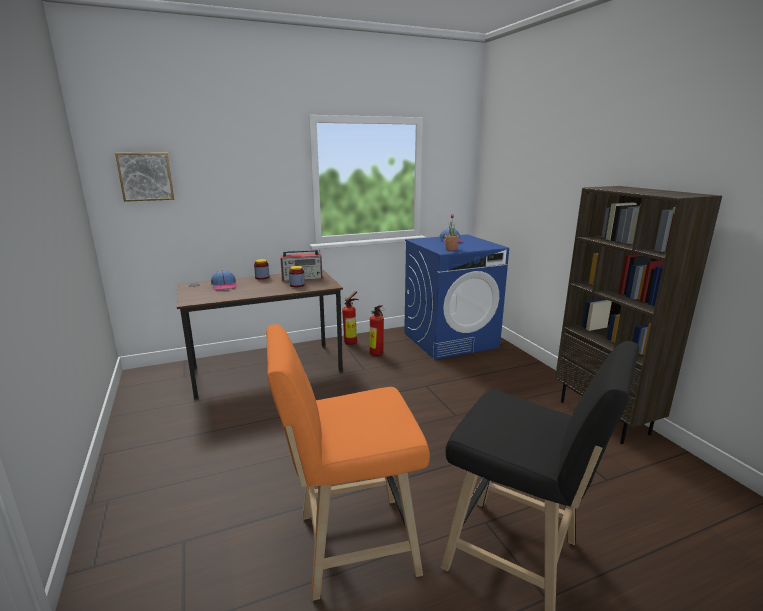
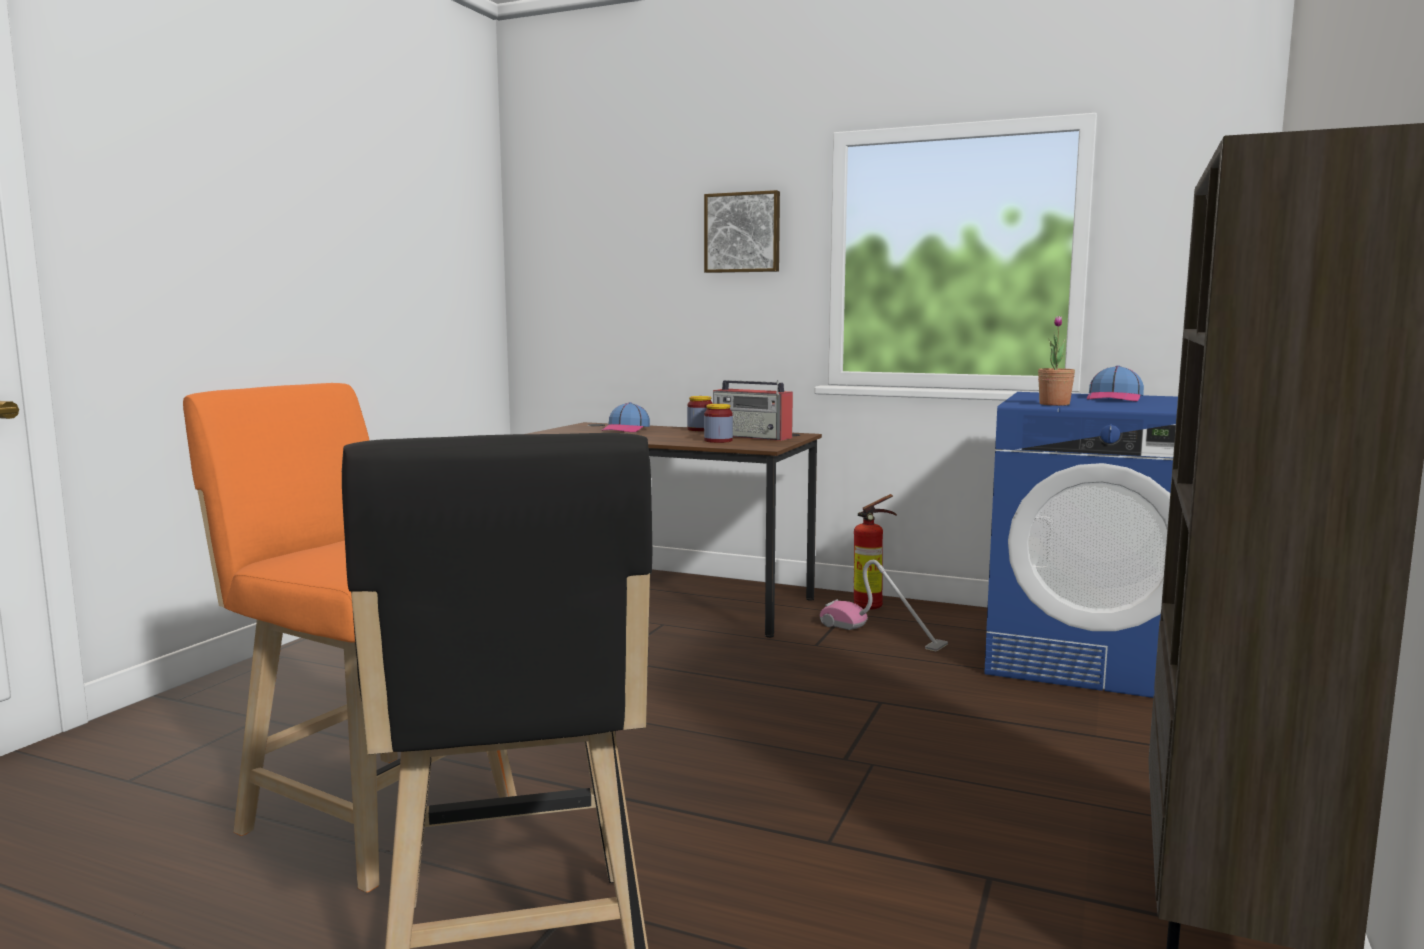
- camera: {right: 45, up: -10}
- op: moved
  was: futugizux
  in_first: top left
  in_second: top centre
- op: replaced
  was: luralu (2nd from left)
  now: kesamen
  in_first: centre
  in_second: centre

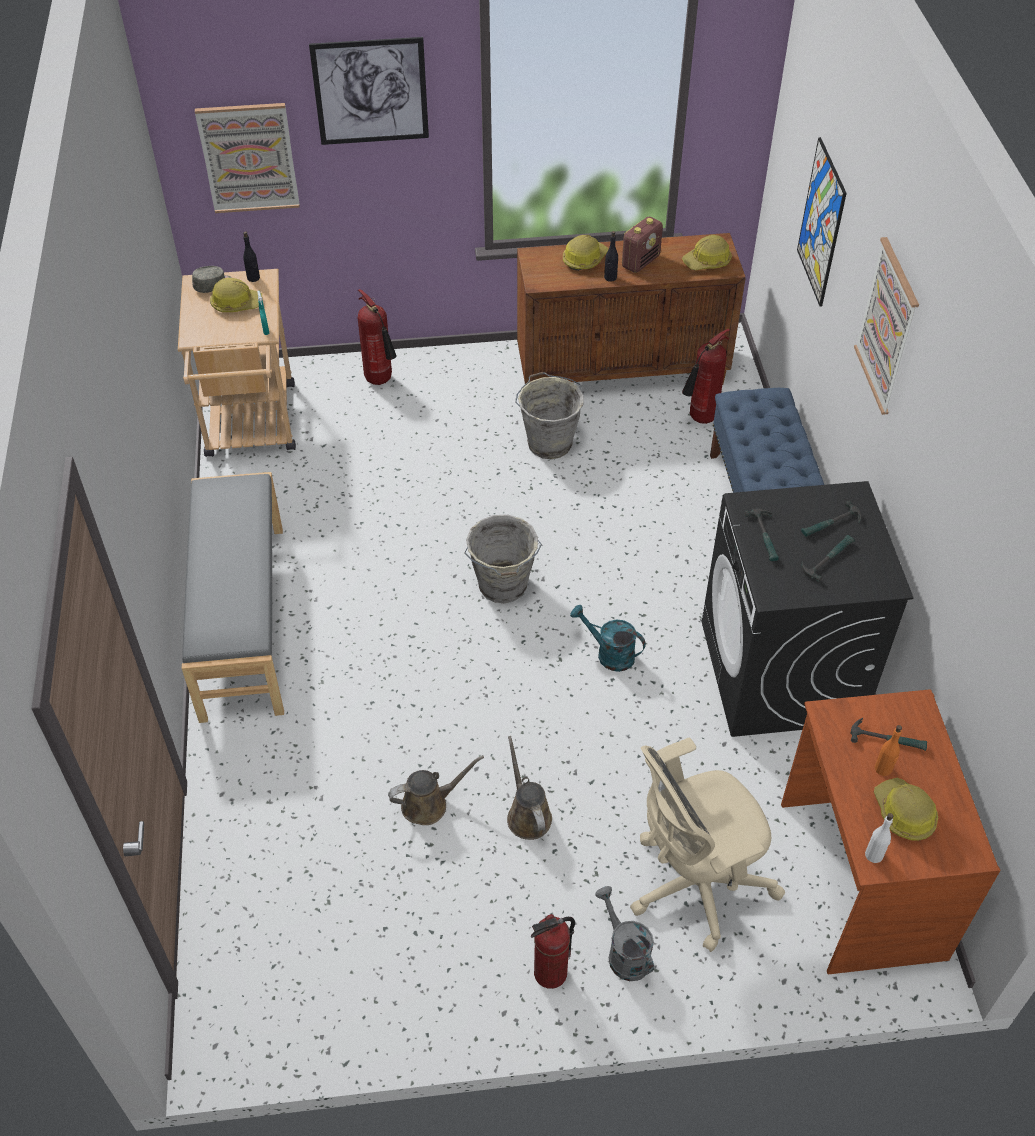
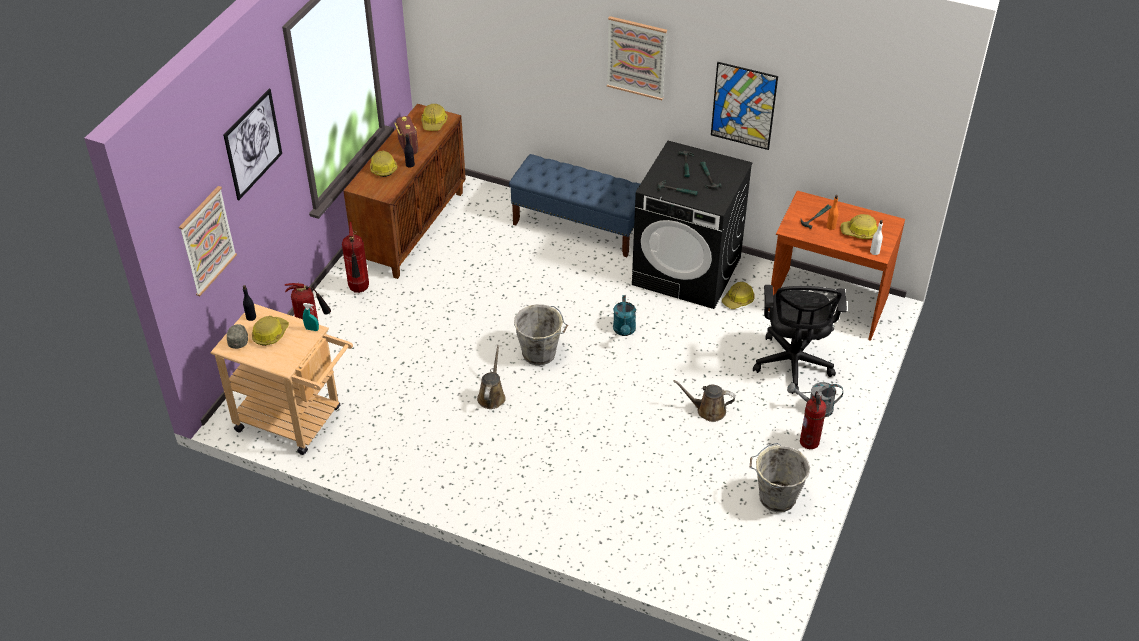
- camera: {right: -60, up: -5}
- op: removed
  was: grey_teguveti
  in_first: middle left
- op: added
  now: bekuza (4th from left)
  in_second: centre
- op: moved
  was: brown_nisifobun (1st from left)
  in_first: bottom centre
  in_second: centre
- op: moved
  was: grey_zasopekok (2nd from left)
  in_first: centre
  in_second: bottom right
- op: moved
  was: luralu (3rd from left in the first image)
  now: luralu (2nd from left)
  in_first: top right
  in_second: middle left
- op: moved
  was: futugizux (3rd from left in the first image)
  now: futugizux (4th from left)
  in_first: top right
  in_second: top centre
- op: recoloured
  was: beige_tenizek
  now: black_tenizek
  in_first: bottom right
  in_second: middle right
- op: turned
  was: turquoise_nisifobun
  in_first: centre
  in_second: centre
  clockwise: -60

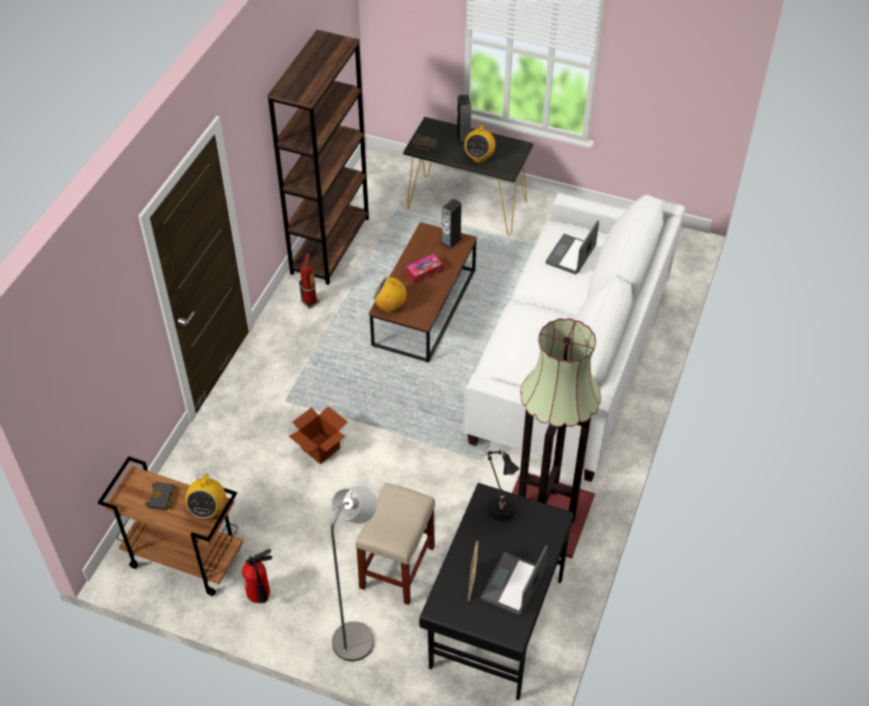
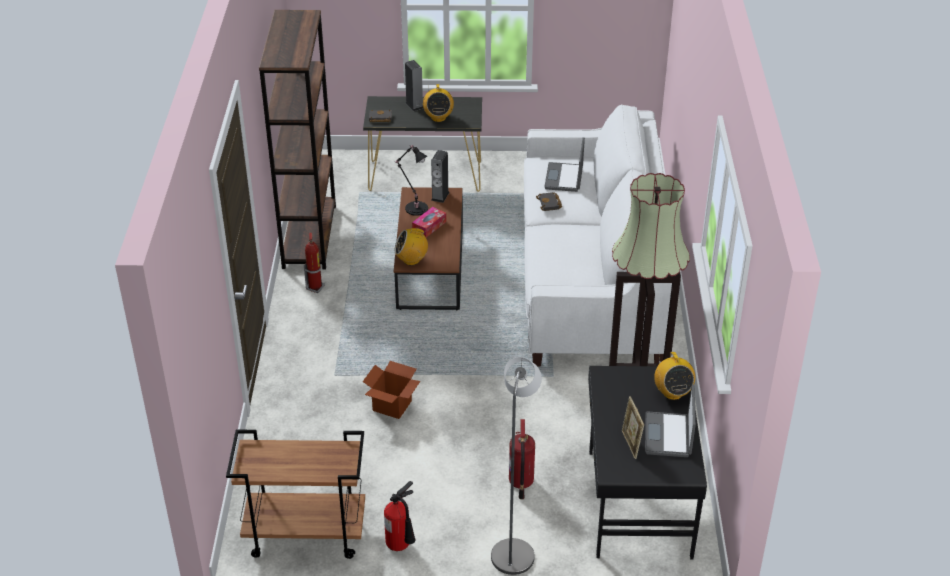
- camera: {right: -20, up: -10}
- op: moved
  was: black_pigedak (1st from left in the first image)
  now: black_pigedak (2nd from left)
  in_first: bottom left
  in_second: centre
- op: moved
  was: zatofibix (1st from left in the first image)
  now: zatofibix (3rd from left)
  in_first: bottom left
  in_second: middle right
- op: moved
  was: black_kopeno
  in_first: bottom centre
  in_second: top centre
- op: replaced
  was: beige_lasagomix
  now: luralu (3rd from left)
  in_first: bottom centre
  in_second: bottom centre

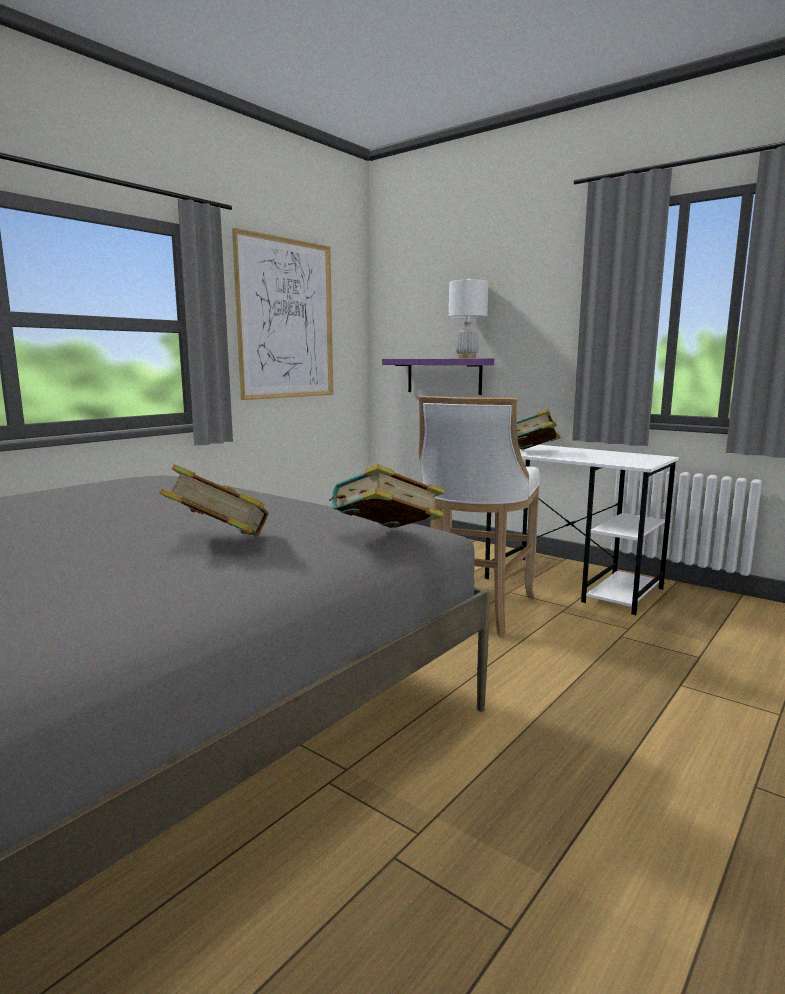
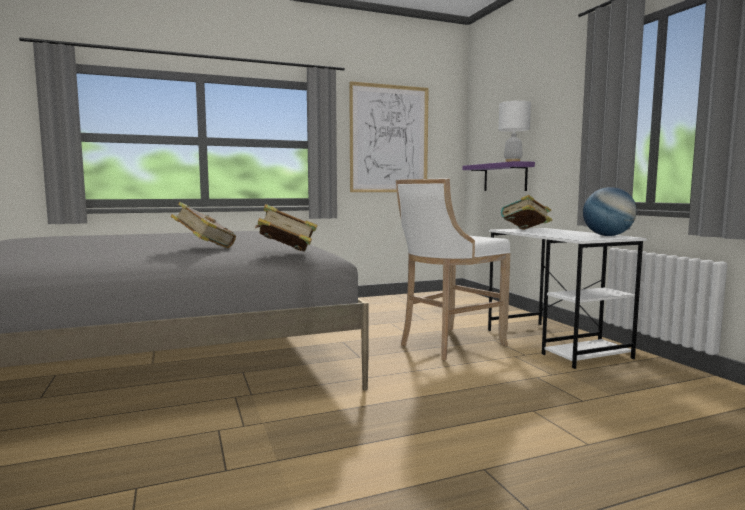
- camera: {right: 30, up: -5}
- op: added
  now: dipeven
  in_second: middle right

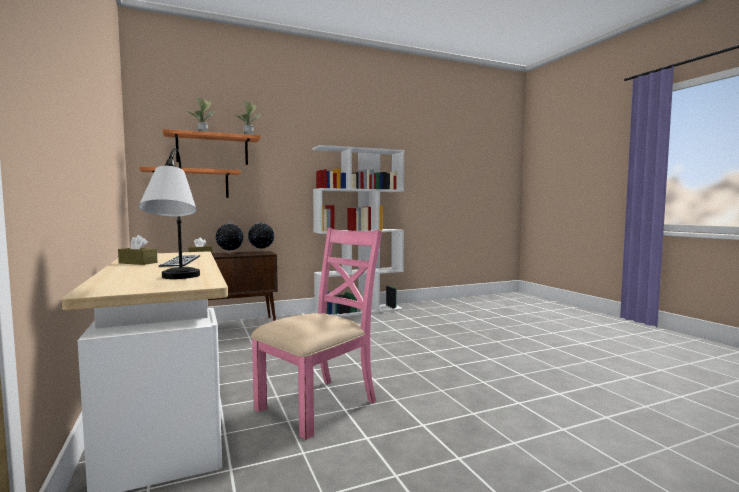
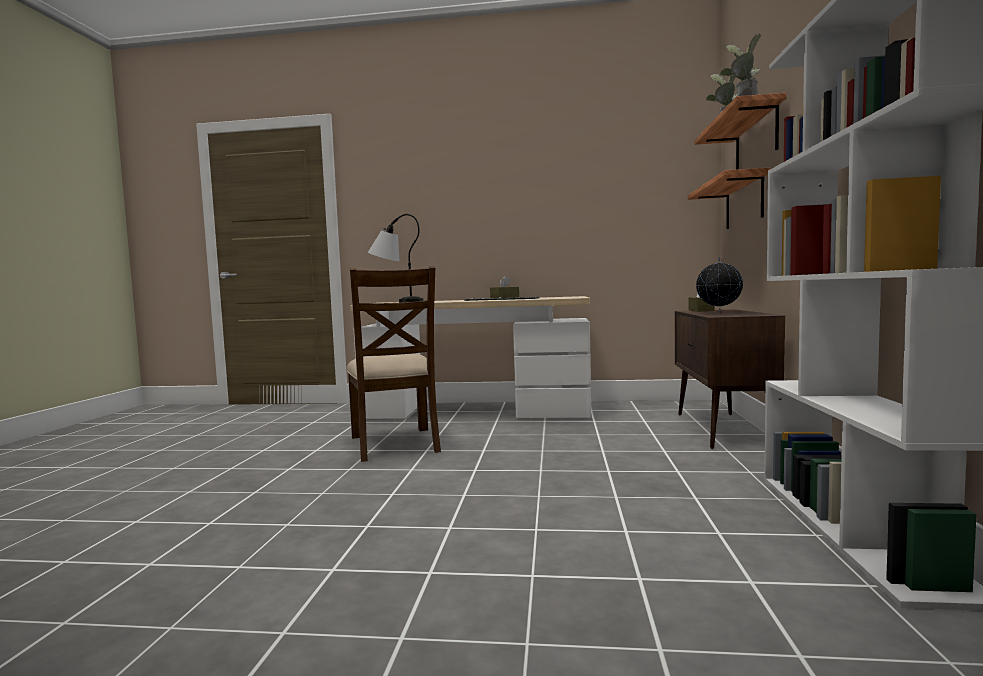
- camera: {right: 120, up: 0}
- op: removed
  was: dipeven (2nd from left)
  in_first: centre
- op: recoloured
  was: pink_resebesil
  now: brown_resebesil
  in_first: bottom centre
  in_second: centre

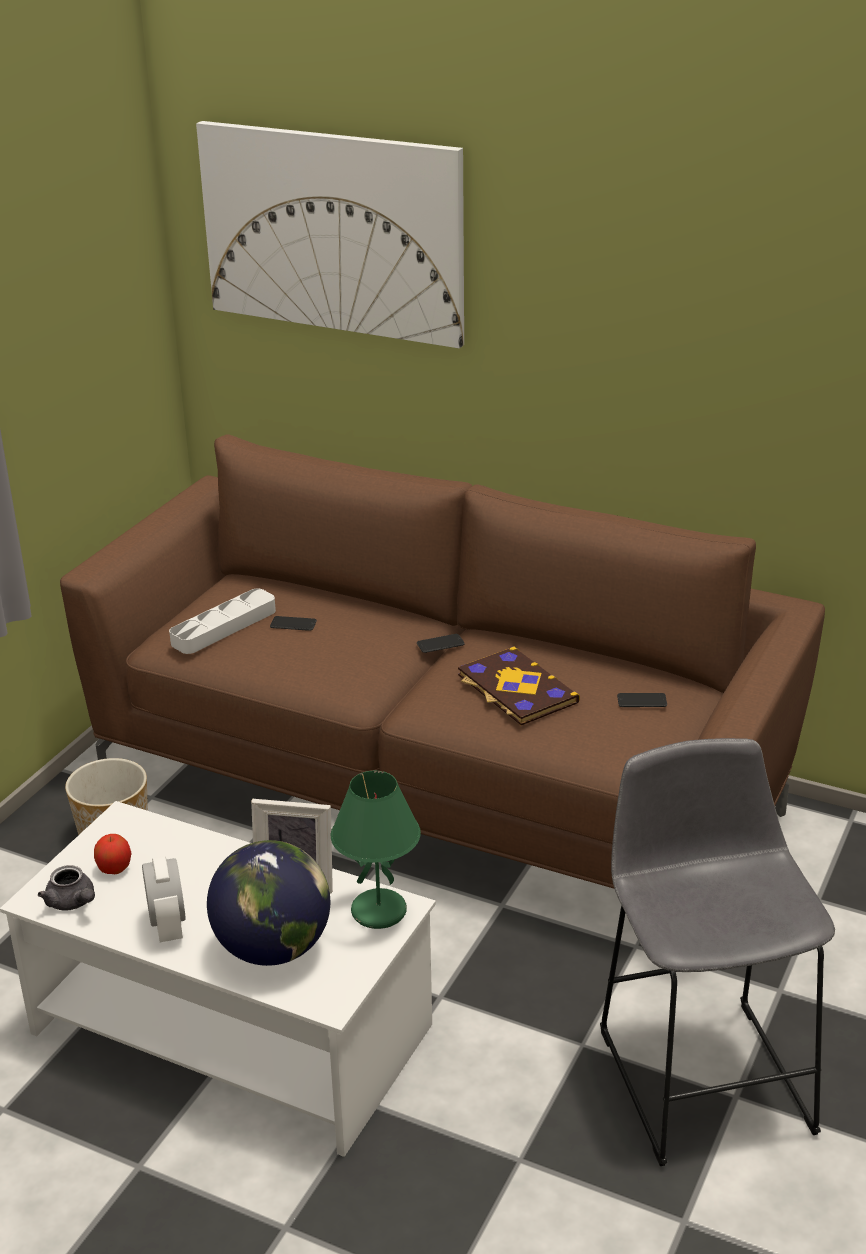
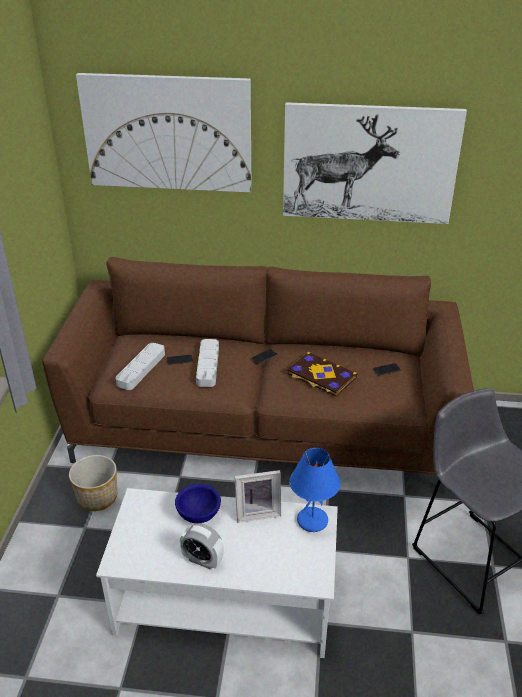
- camera: {right: -20, up: 5}
- op: removed
  was: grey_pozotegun
  in_first: bottom left
- op: removed
  was: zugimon
  in_first: bottom left
- op: removed
  was: dipeven
  in_first: bottom left
- op: added
  now: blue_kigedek
  in_second: bottom centre
- op: added
  now: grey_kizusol (2nd from left)
  in_second: centre
- op: added
  now: futugizux (2nd from left)
  in_second: top right
- op: recoloured
  was: green_kopeno
  now: blue_kopeno
  in_first: bottom centre
  in_second: bottom centre
- op: turned
  was: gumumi
  in_first: bottom left
  in_second: bottom centre
  clockwise: 150

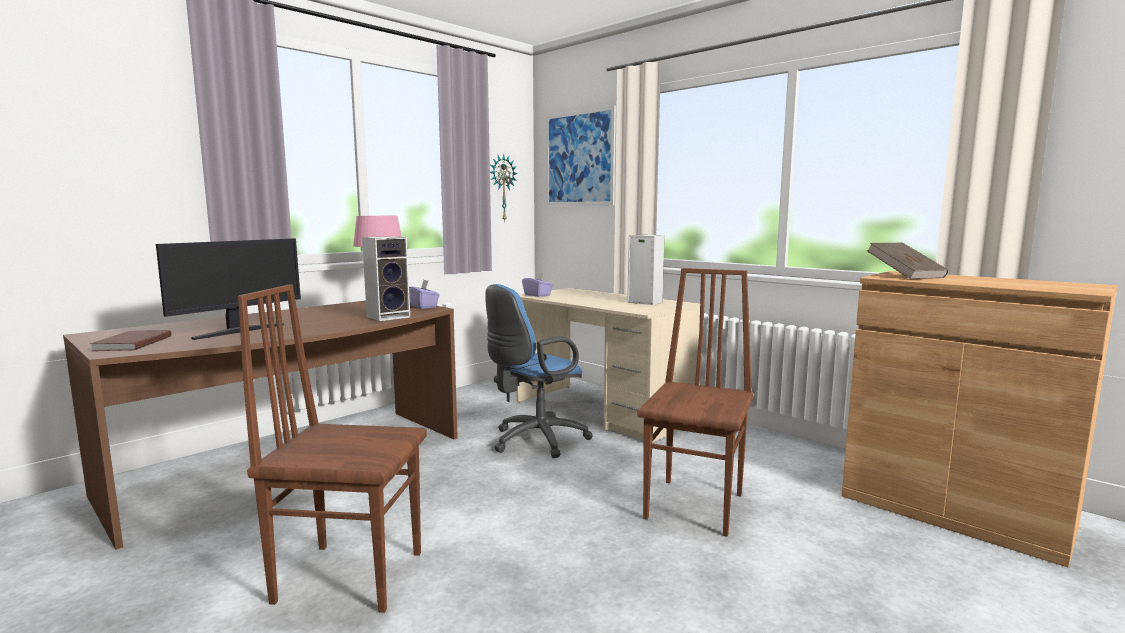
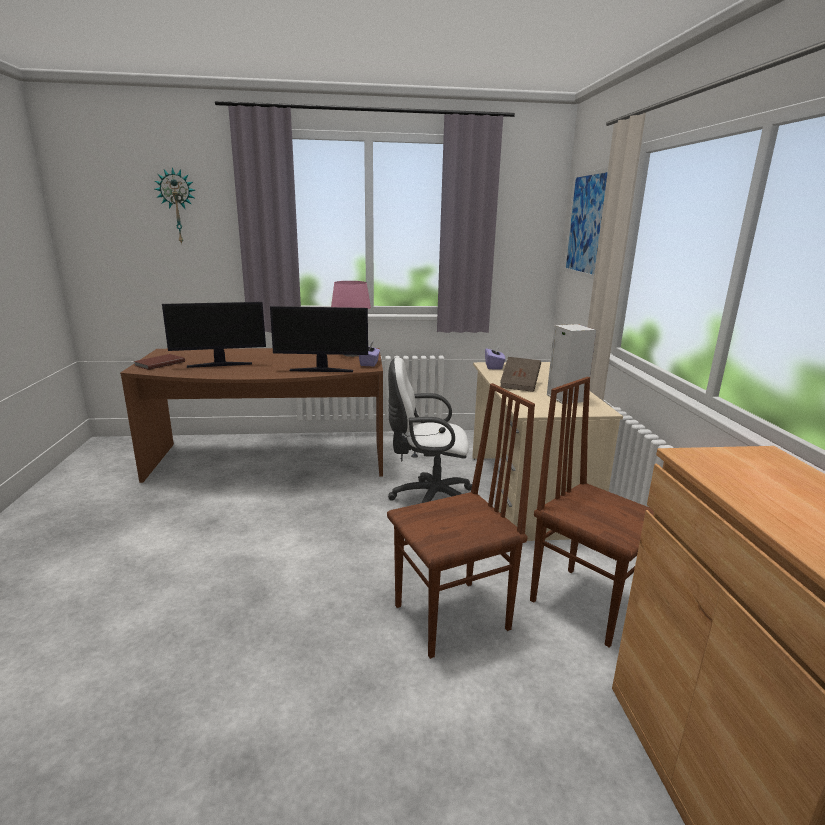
- camera: {right: 40, up: 10}
- op: moved
  was: brown_resebesil (1st from left in the first image)
  now: brown_resebesil (2nd from left)
  in_first: bottom left
  in_second: middle right
- op: moved
  was: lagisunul
  in_first: top centre
  in_second: top left
- op: moved
  was: brown_pigedak (2nd from left)
  in_first: middle right
  in_second: centre
- op: replaced
  was: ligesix (1st from left)
  now: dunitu (2nd from left)
  in_first: centre
  in_second: centre
- op: recoloured
  was: blue_tenizek
  now: white_tenizek
  in_first: centre
  in_second: centre

